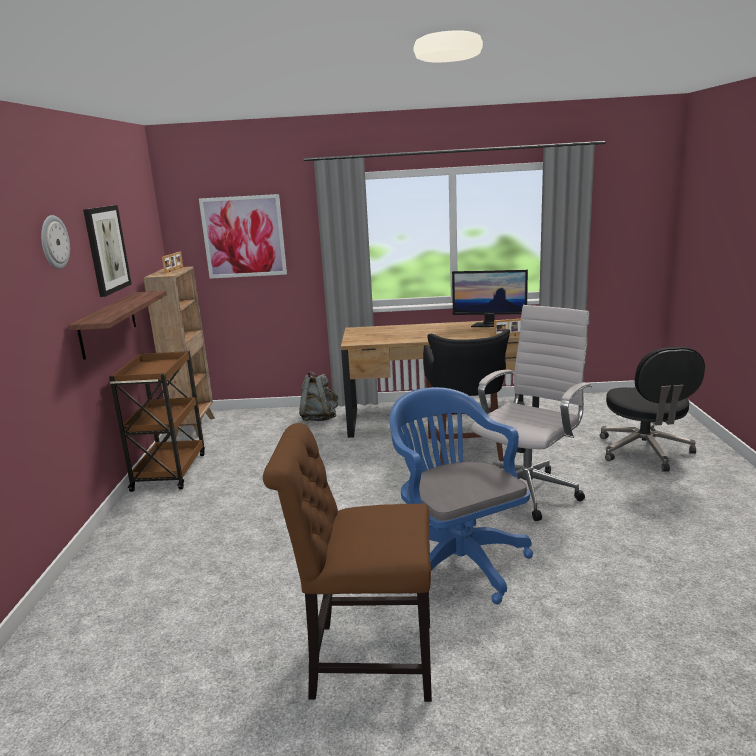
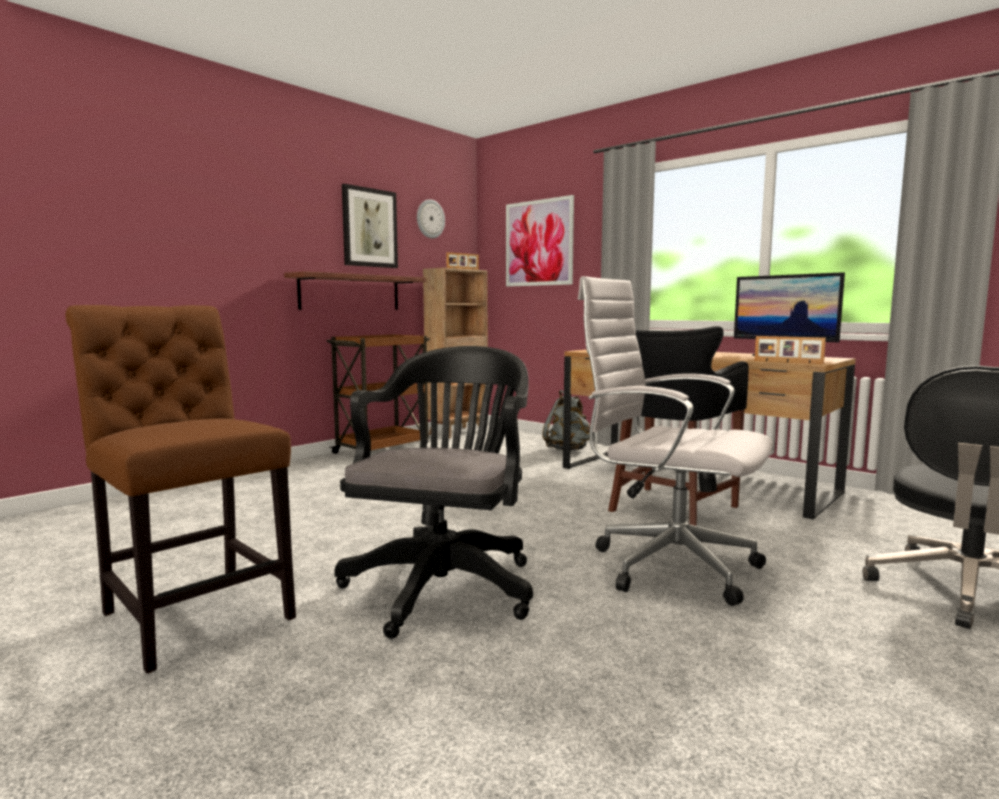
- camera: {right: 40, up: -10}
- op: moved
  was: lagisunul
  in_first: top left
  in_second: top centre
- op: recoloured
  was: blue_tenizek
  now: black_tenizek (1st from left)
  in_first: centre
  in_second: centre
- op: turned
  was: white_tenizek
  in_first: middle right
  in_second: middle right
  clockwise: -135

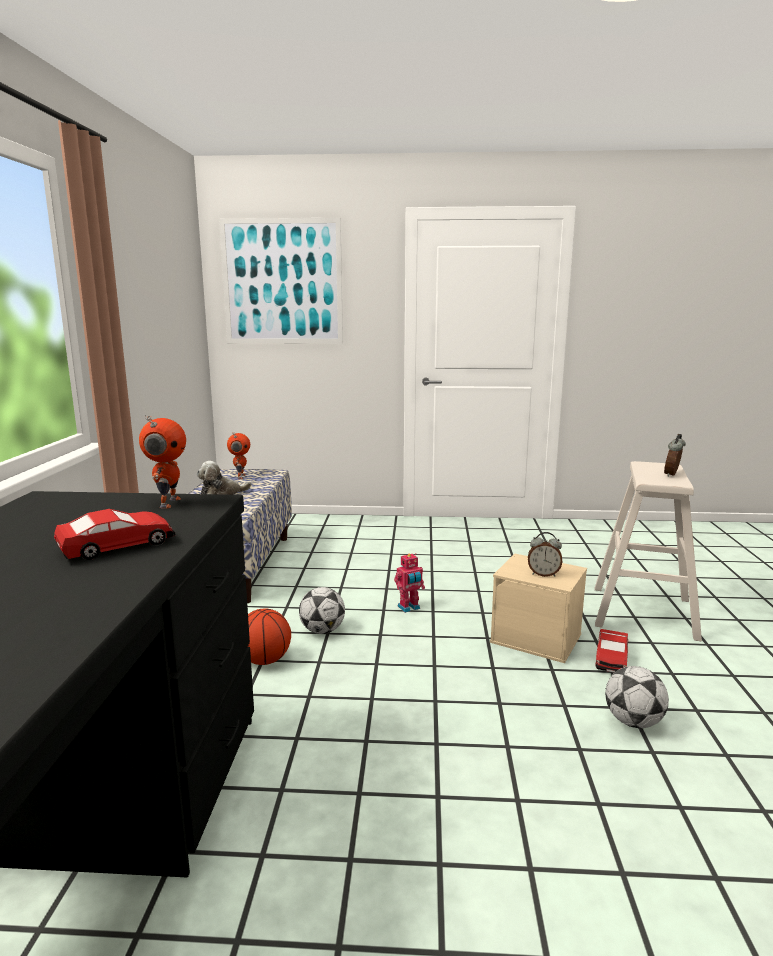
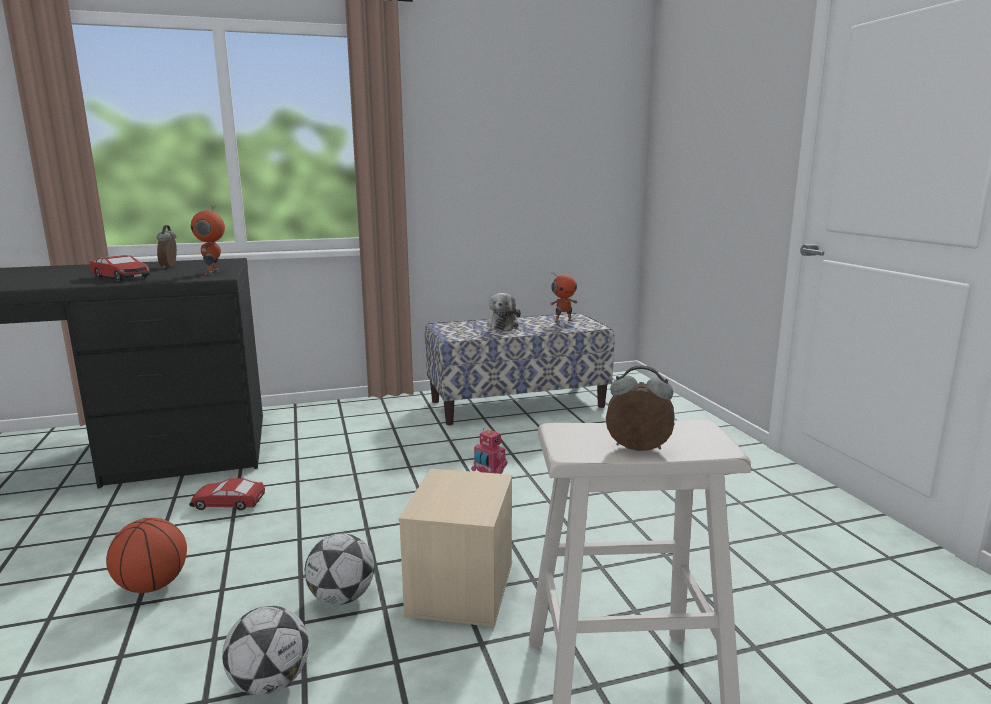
- camera: {right: 70, up: 0}
- op: removed
  was: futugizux
  in_first: top centre
- op: moved
  was: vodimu
  in_first: centre
  in_second: bottom left
- op: moved
  was: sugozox (1st from left in the first image)
  now: sugozox (2nd from left)
  in_first: centre
  in_second: bottom centre
- op: moved
  was: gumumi (1st from left)
  in_first: middle right
  in_second: middle left
- op: moved
  was: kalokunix (2nd from left)
  in_first: bottom right
  in_second: bottom left
- op: turned
  was: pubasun (1st from left)
  in_first: middle left
  in_second: middle left
  clockwise: 105
- op: turned
  was: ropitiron
  in_first: middle left
  in_second: centre
  clockwise: -120

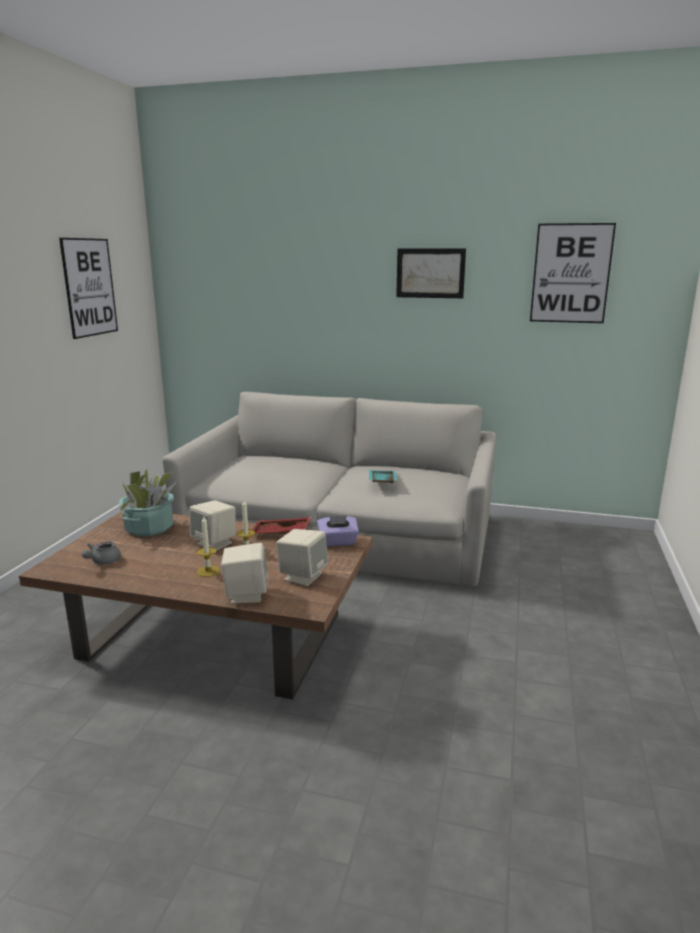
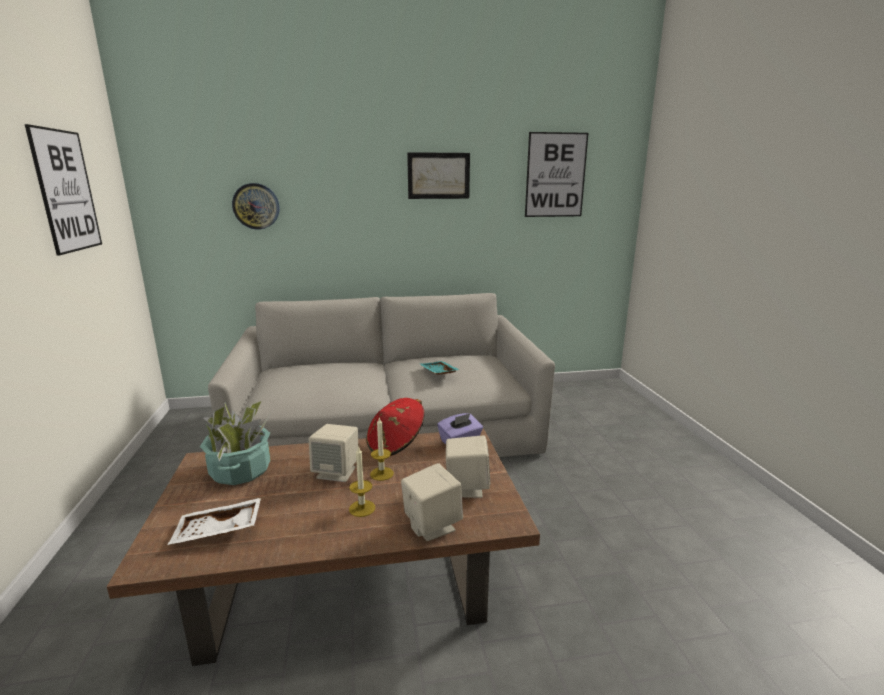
- camera: {right: -25, up: 0}
- op: added
  now: lagisunul
  in_second: top left
- op: replaced
  was: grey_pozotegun
  now: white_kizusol
  in_first: middle left
  in_second: bottom left
- op: replaced
  was: red_kizusol
  now: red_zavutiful
  in_first: centre
  in_second: centre

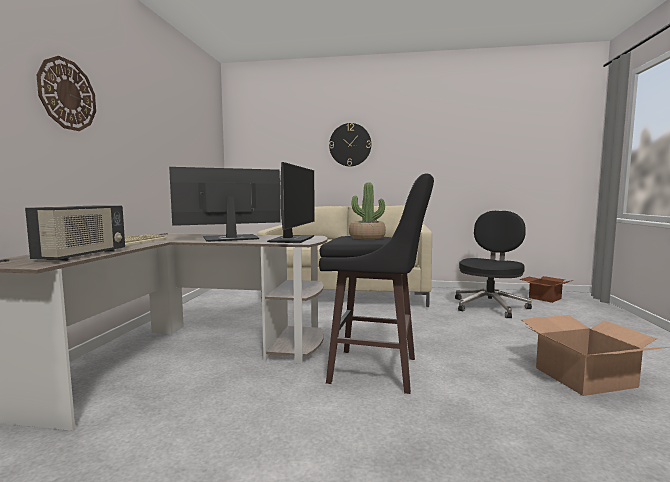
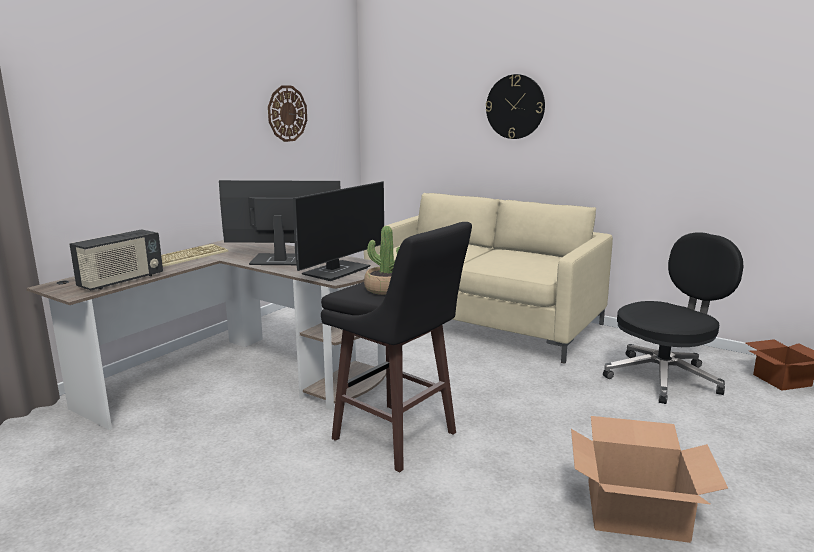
- camera: {right: 25, up: 10}
- op: moved
  was: lagisunul (1st from left)
  in_first: top left
  in_second: top centre

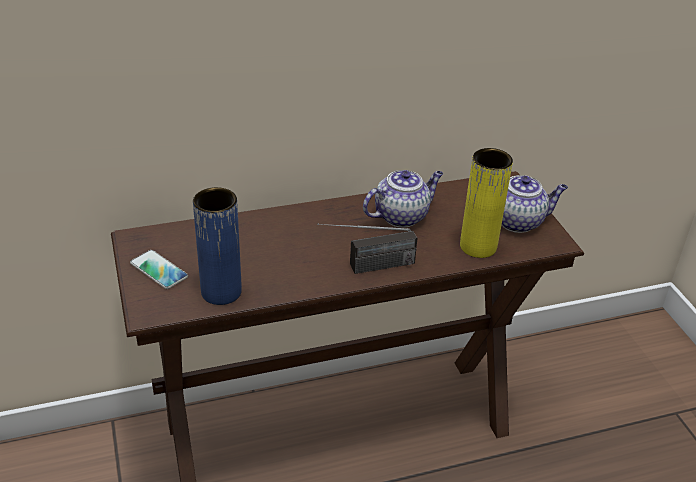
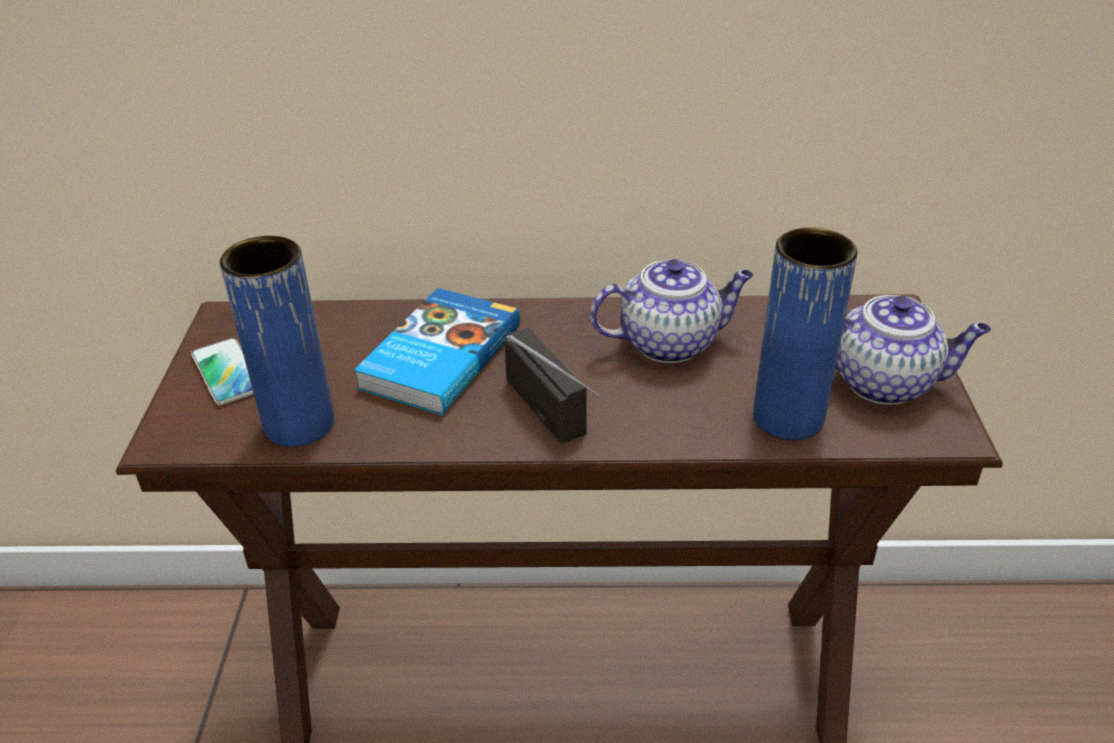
- camera: {right: 20, up: 0}
- op: added
  now: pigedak
  in_second: centre
- op: recoloured
  was: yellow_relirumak
  now: blue_relirumak (2nd from left)
  in_first: middle right
  in_second: middle right
- op: turned
  was: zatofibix
  in_first: centre
  in_second: centre
  clockwise: -120

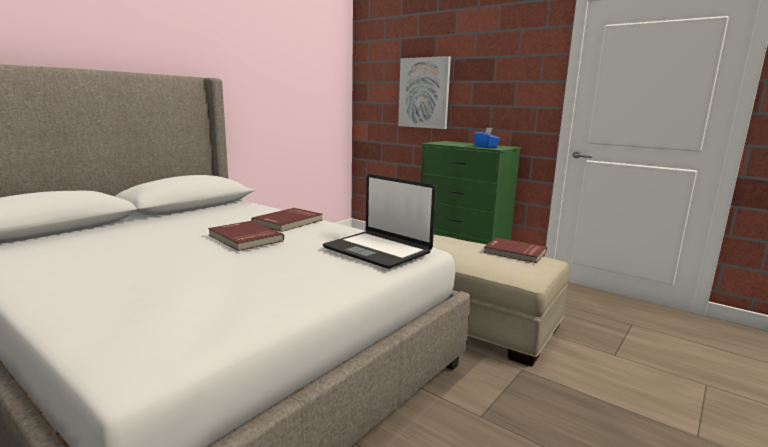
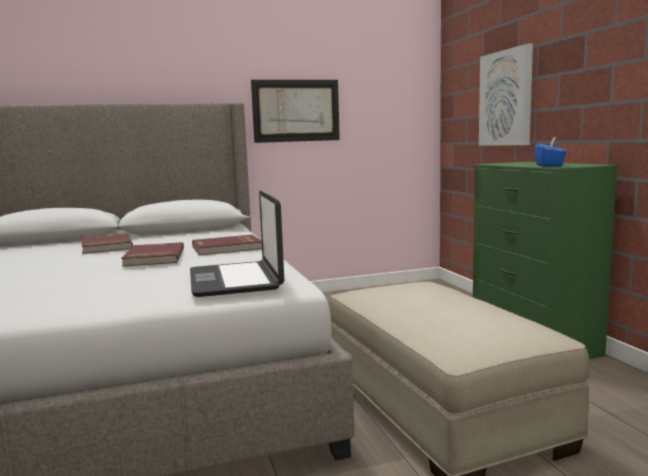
- camera: {right: 35, up: -5}
- op: added
  now: futugizux (1st from left)
  in_second: top centre
- op: moved
  was: red_pigedak (3rd from left in the first image)
  now: red_pigedak (1st from left)
  in_first: middle right
  in_second: middle left

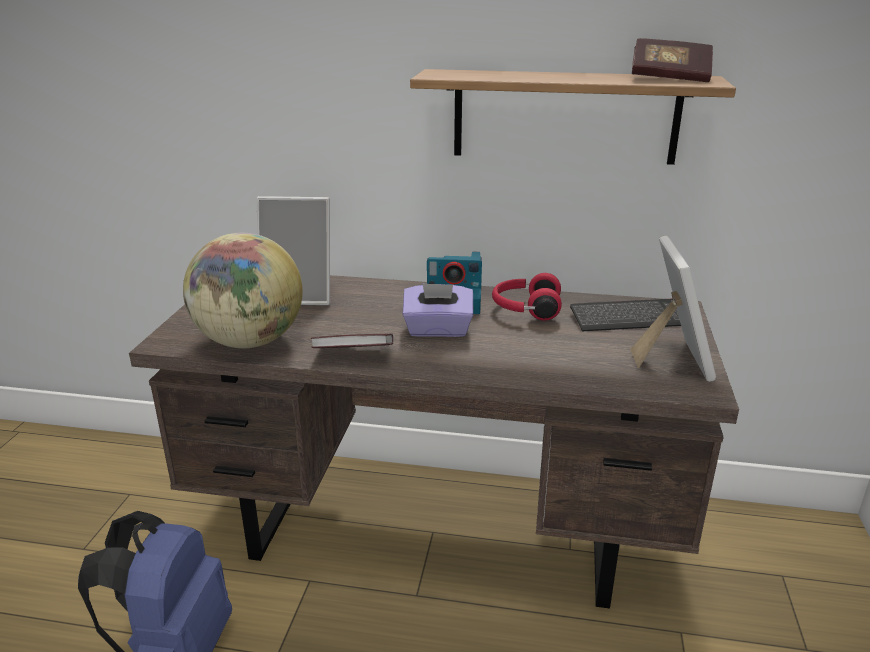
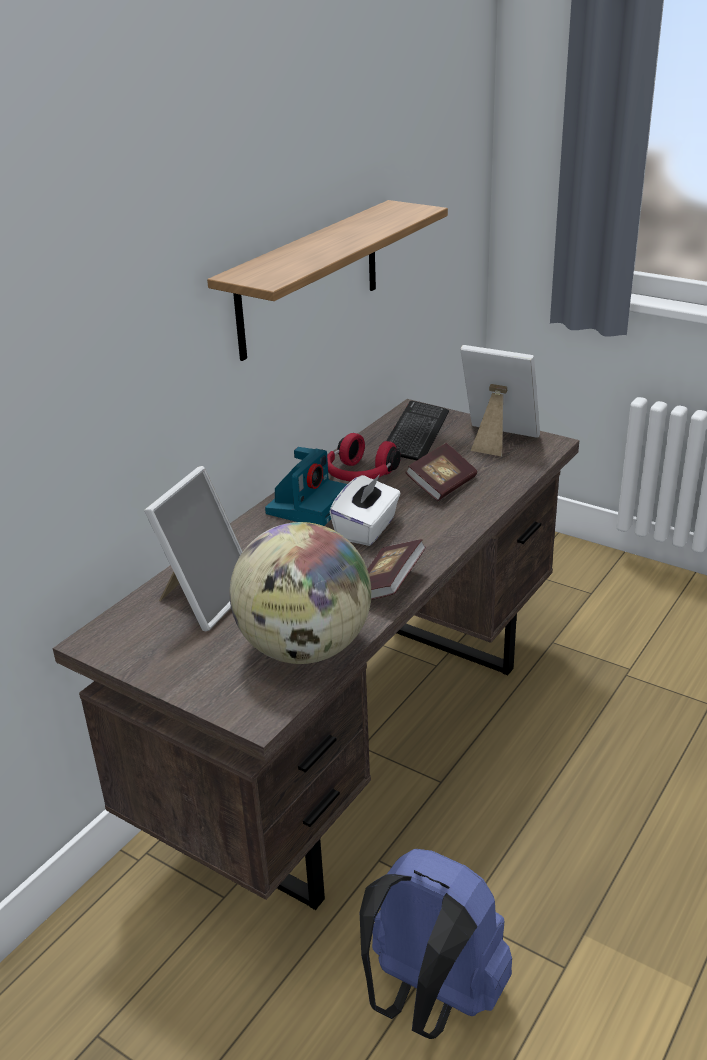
- camera: {right: -65, up: 5}
- op: moved
  was: pigedak (2nd from left)
  in_first: top right
  in_second: centre
- op: recoloured
  was: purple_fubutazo
  now: white_fubutazo
  in_first: centre
  in_second: centre

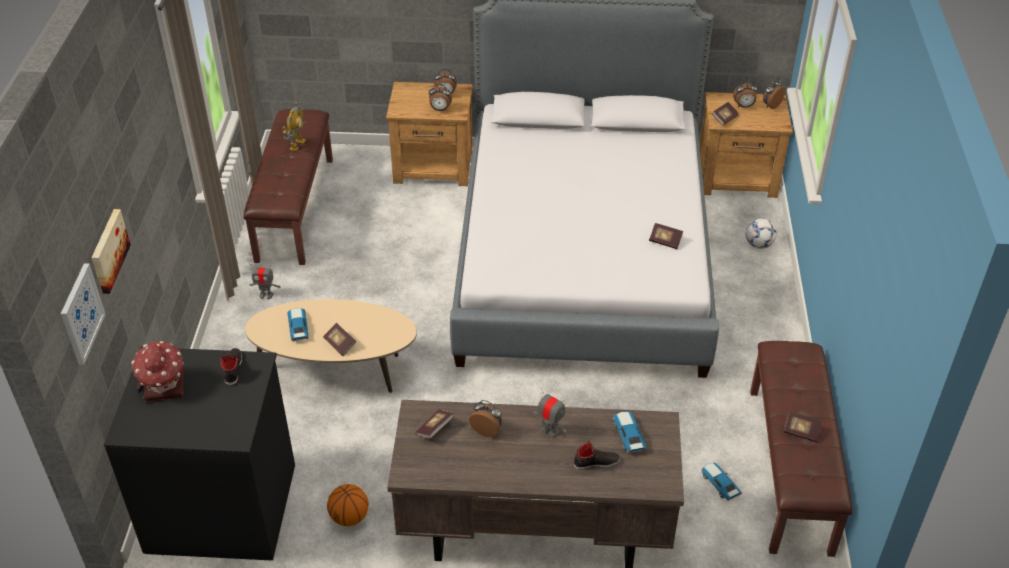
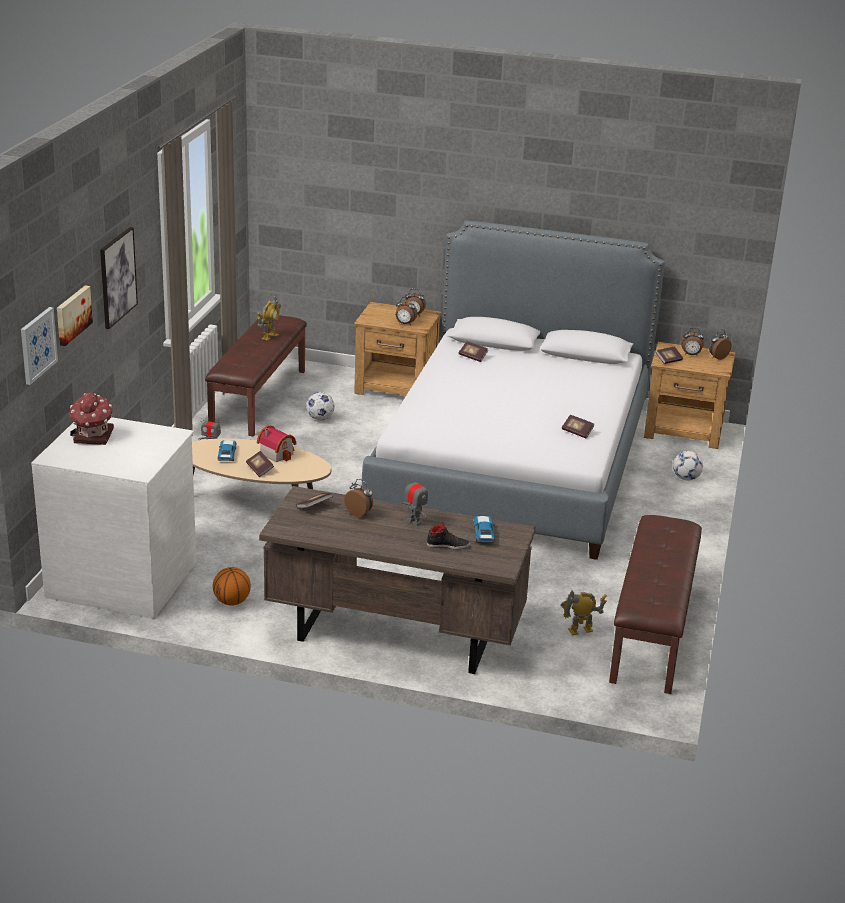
- camera: {right: 10, up: -15}
- op: removed
  was: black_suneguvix (1st from left)
  in_first: middle left
- op: added
  now: futugizux (3rd from left)
  in_second: top left
- op: added
  now: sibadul (2nd from left)
  in_second: middle left
- op: added
  now: sugozox (1st from left)
  in_second: centre
- op: moved
  was: pigedak (5th from left in the first image)
  now: pigedak (3rd from left)
  in_first: bottom right
  in_second: centre
- op: replaced
  was: kalokunix (3rd from left)
  now: pubasun (4th from left)
  in_first: bottom right
  in_second: bottom right
- op: recoloured
  was: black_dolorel
  now: white_dolorel
  in_first: bottom left
  in_second: middle left

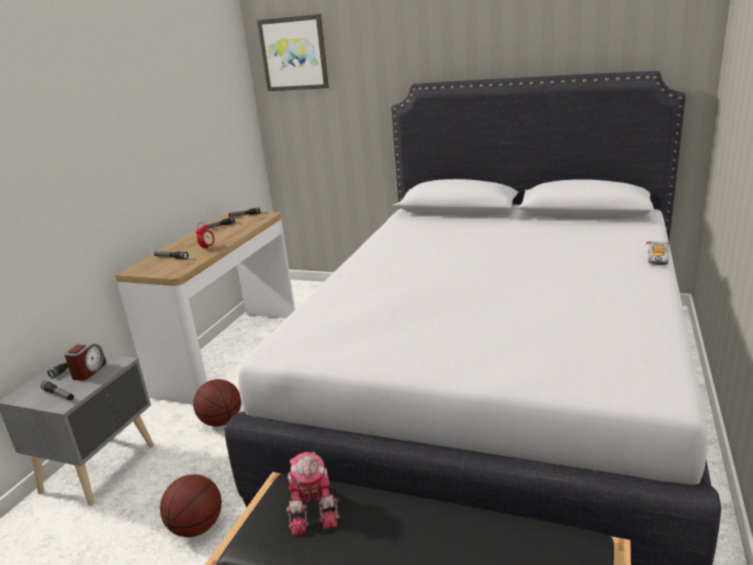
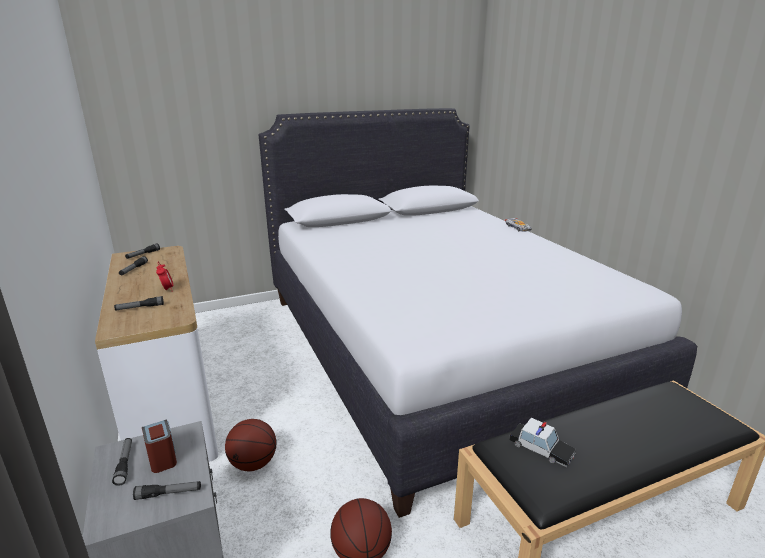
- camera: {right: -45, up: 0}
- op: removed
  was: futugizux
  in_first: top centre
- op: replaced
  was: pubasun
  now: kalokunix (2nd from left)
  in_first: bottom centre
  in_second: bottom right

